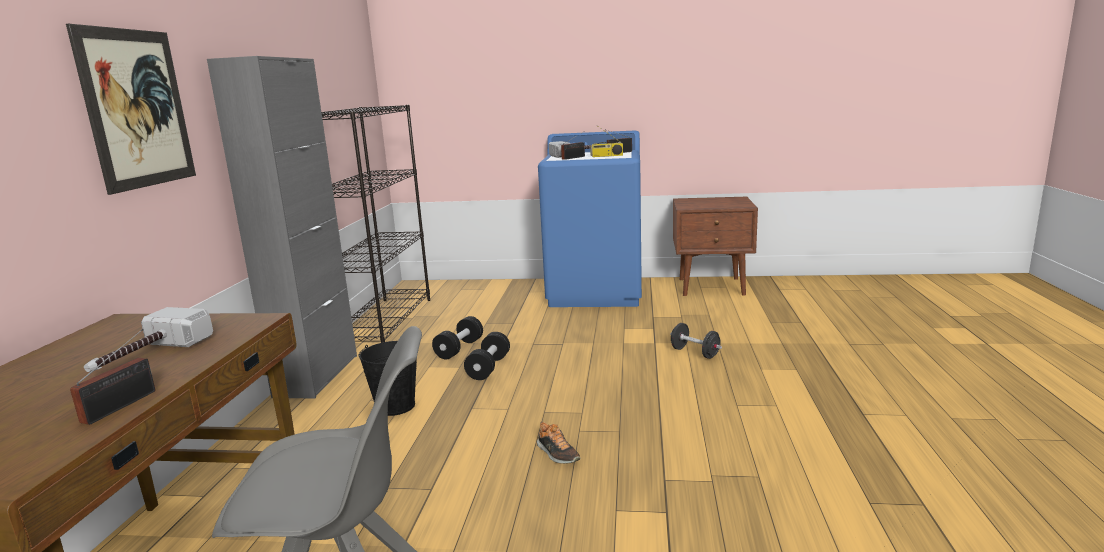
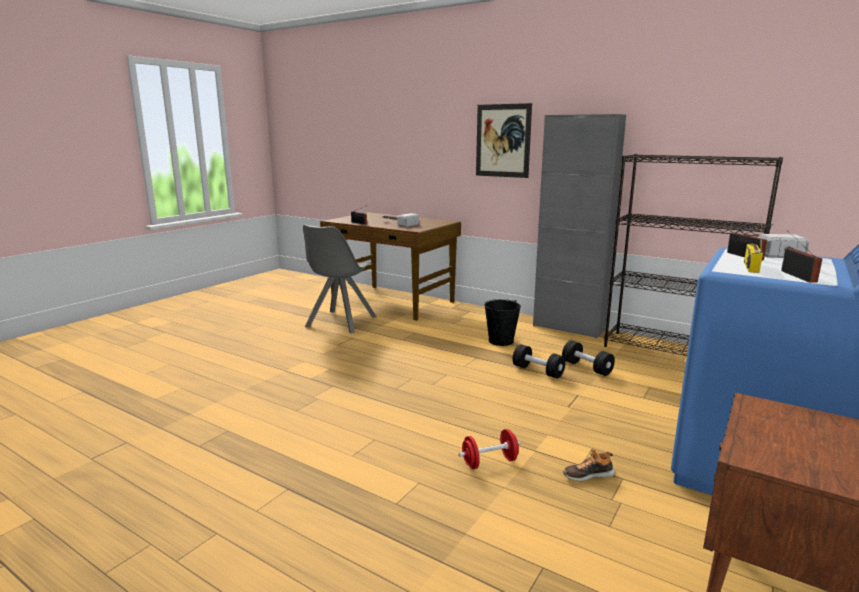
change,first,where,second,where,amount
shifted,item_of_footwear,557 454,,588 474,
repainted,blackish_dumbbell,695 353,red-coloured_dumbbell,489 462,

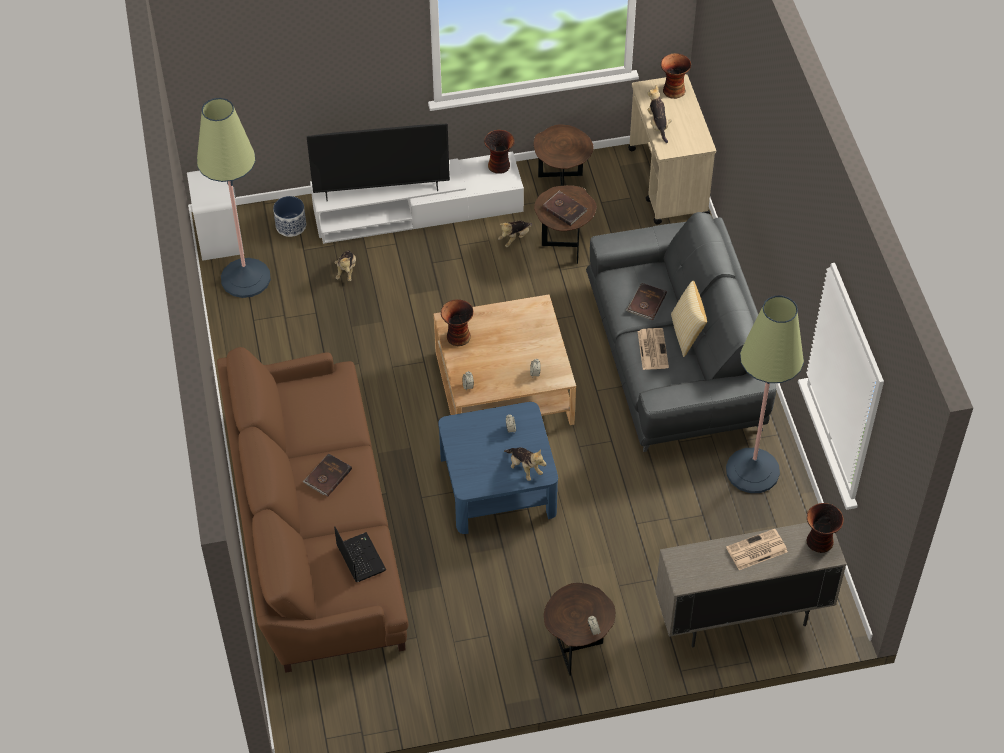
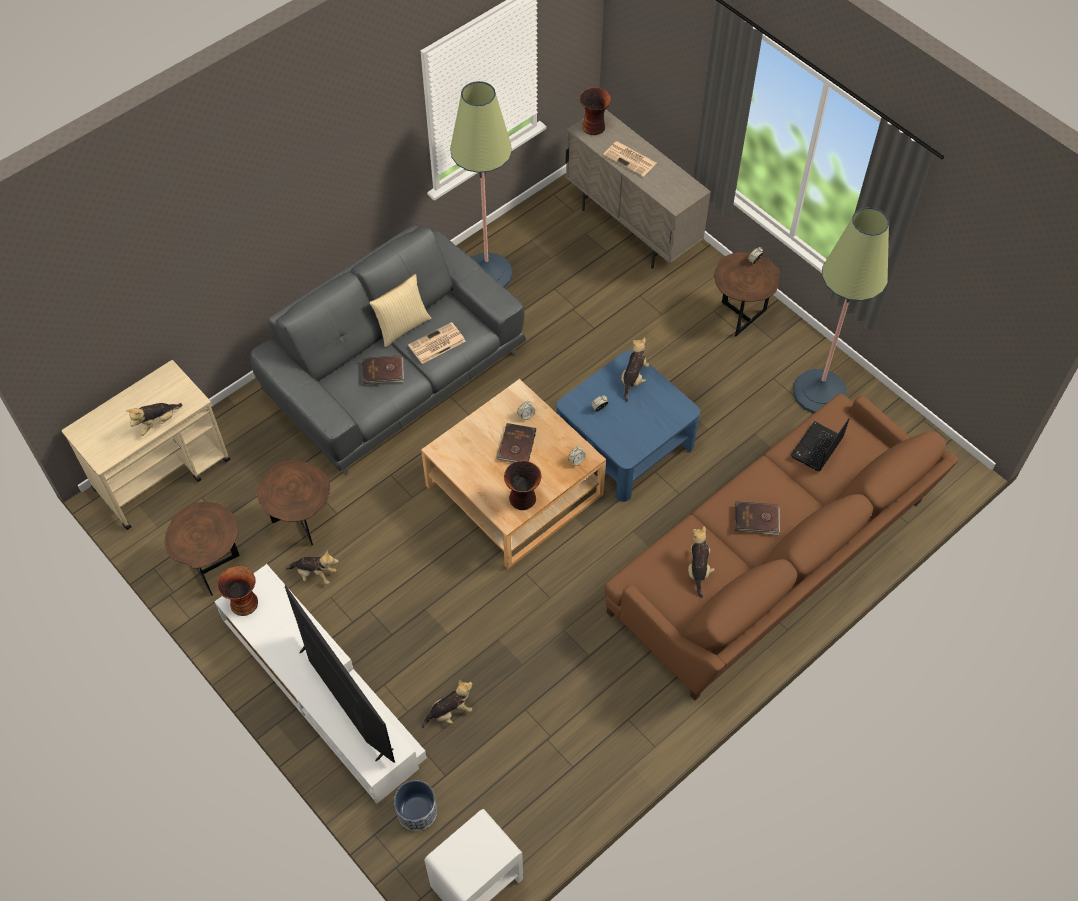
change,first,where,second,where,amount
gone,decorative_vase,673 90,,,
new,,,soft_toy,698 569,
shifted,standard_lamp,245 278,,819 392,
shifted,brown-coloured_bound_book,564 209,,516 445,

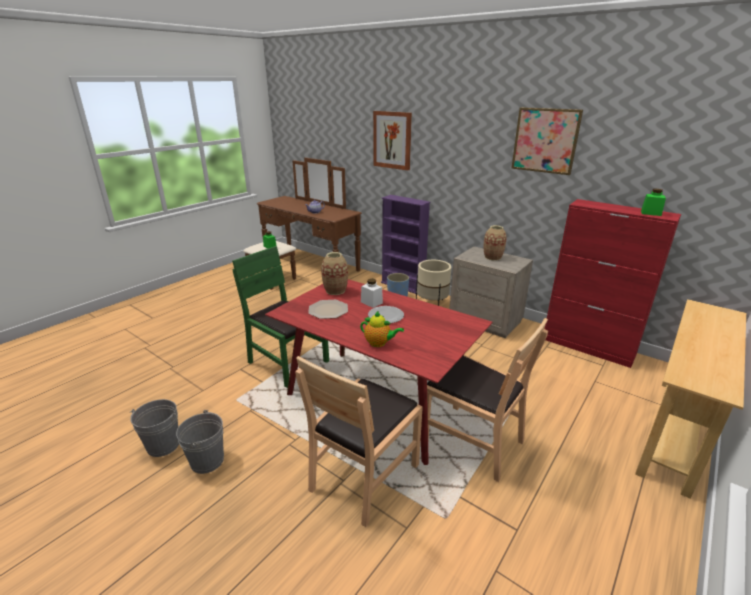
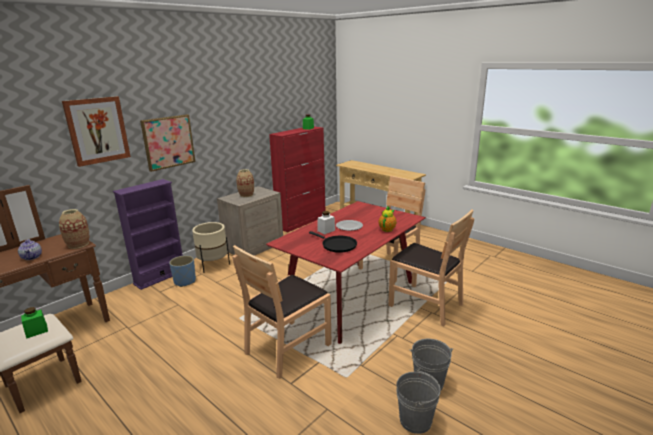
change,first,where,second,where,amount
shifted,decorative_vase,335 290,,78 244,
shifted,wall_picture,545 140,,168 142,
swapped,dinner_plate,328 310,blackish_frying_pan,337 245,
repainted,green-coloured_plain_chair,287 363,brown-coloured_plain_chair,287 348,

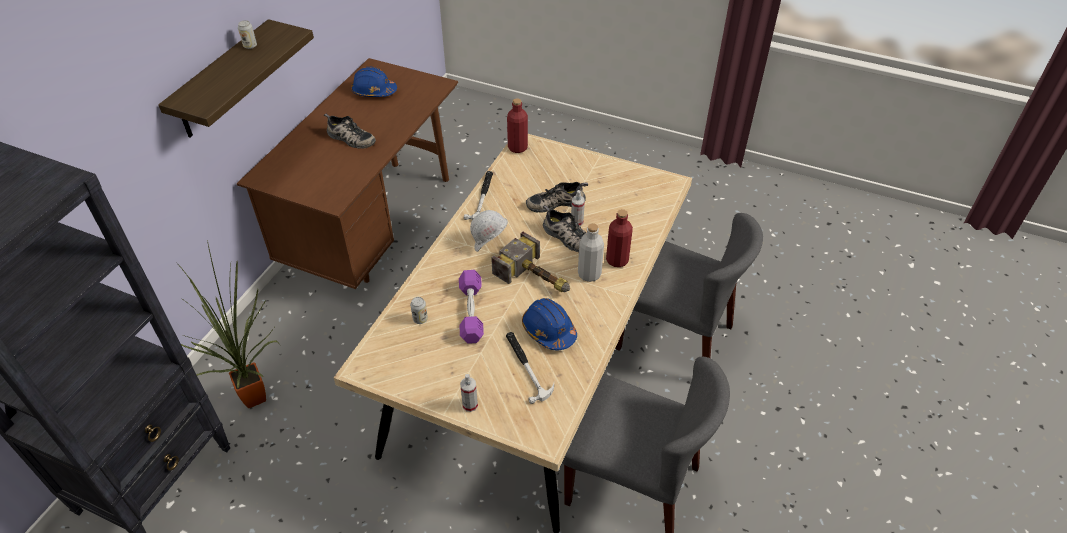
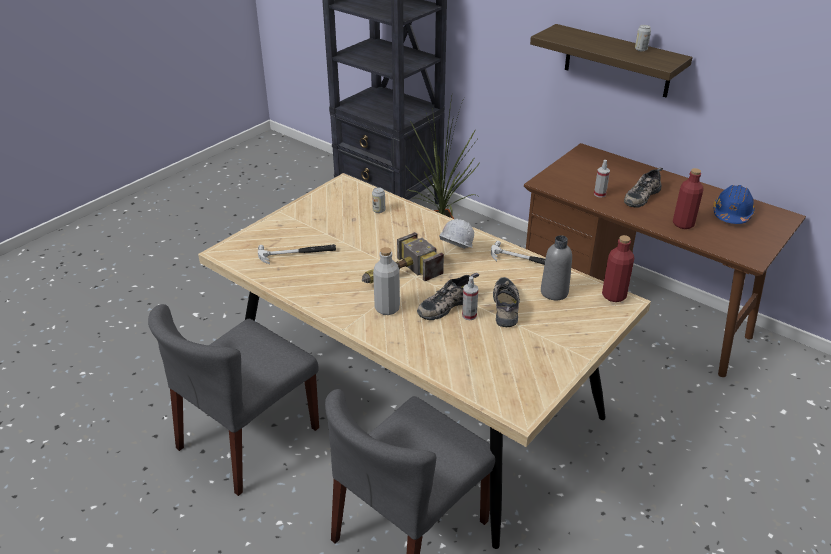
change,first,where,second,where,amount
gone,purple_dumbbell,471 312,,,
gone,blue_work_helmet,548 330,,,
new,,,grey_bottle,554 292,
shifted,hand_sprayer,470 405,,599 194,
shifted,red-coloured_bottle,617 260,,683 224,

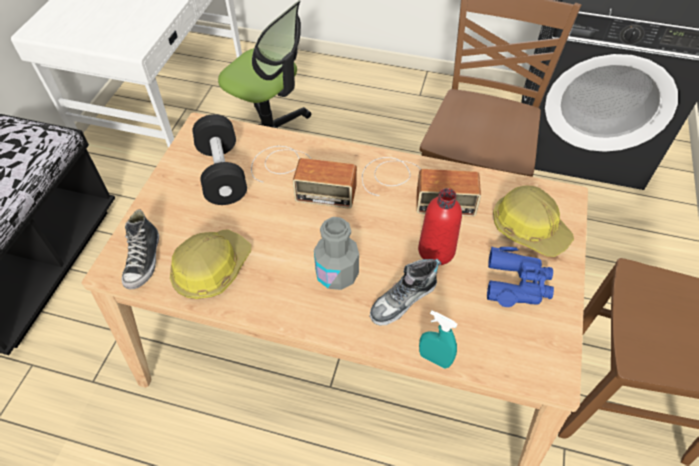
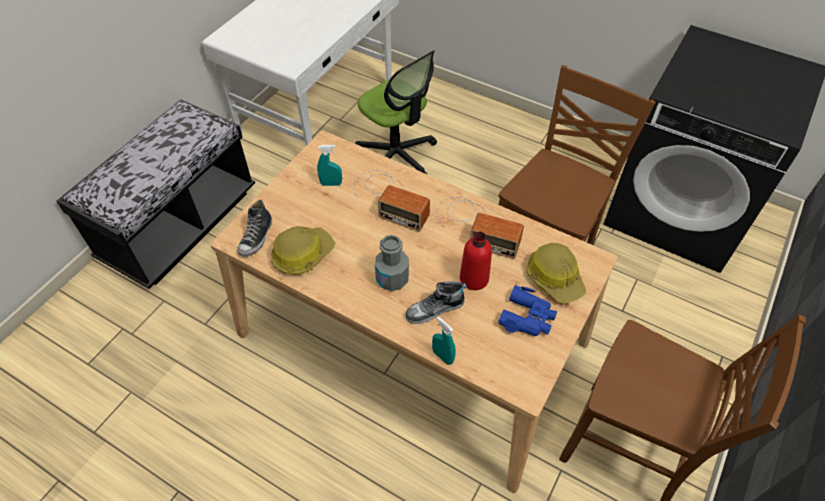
change,first,where,second,where,amount
swapped,blackish_dumbbell,222 173,blue-green_hand_sprayer,331 184,

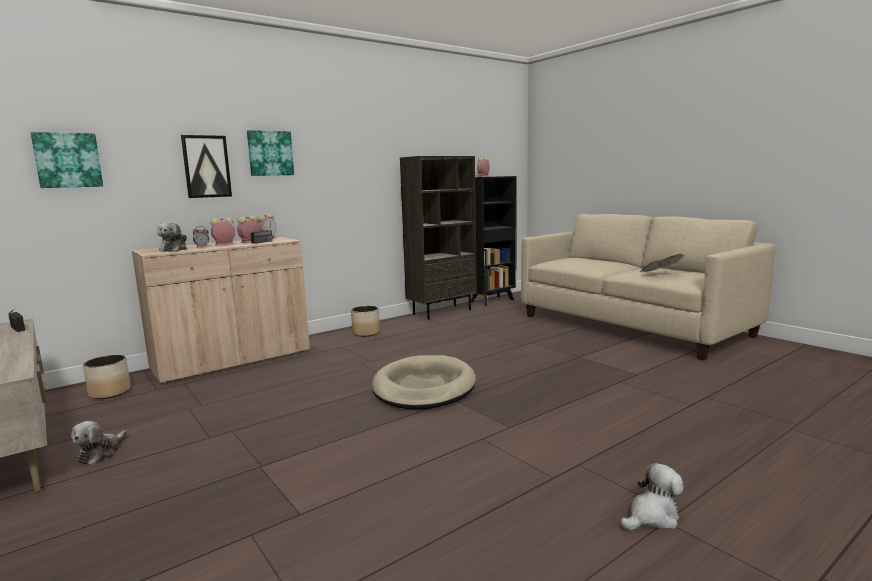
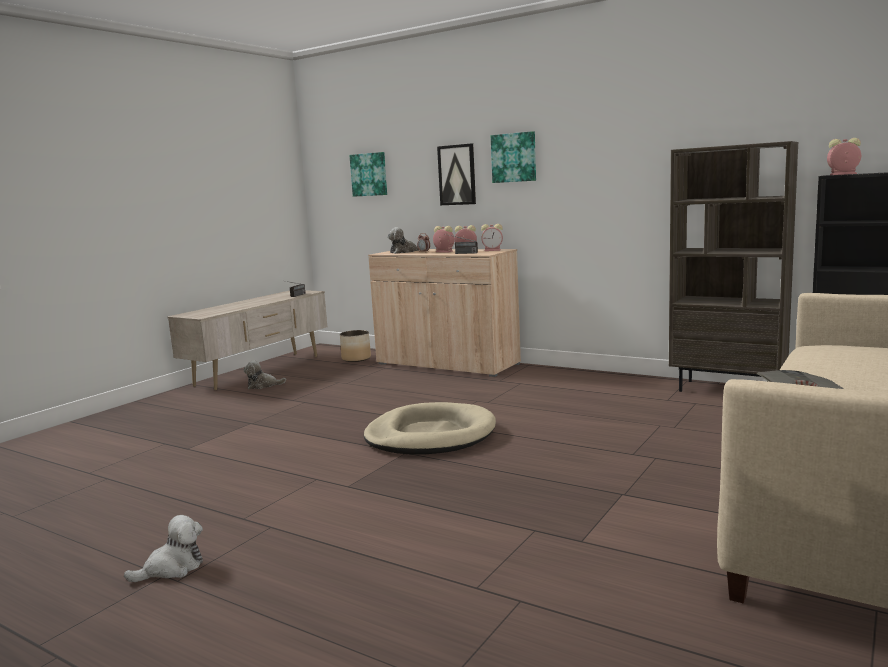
change,first,where,second,where,amount
gone,plant_pot,366 333,,,
rotated,soft_toy,652 516,,172 568,75 degrees counterclockwise

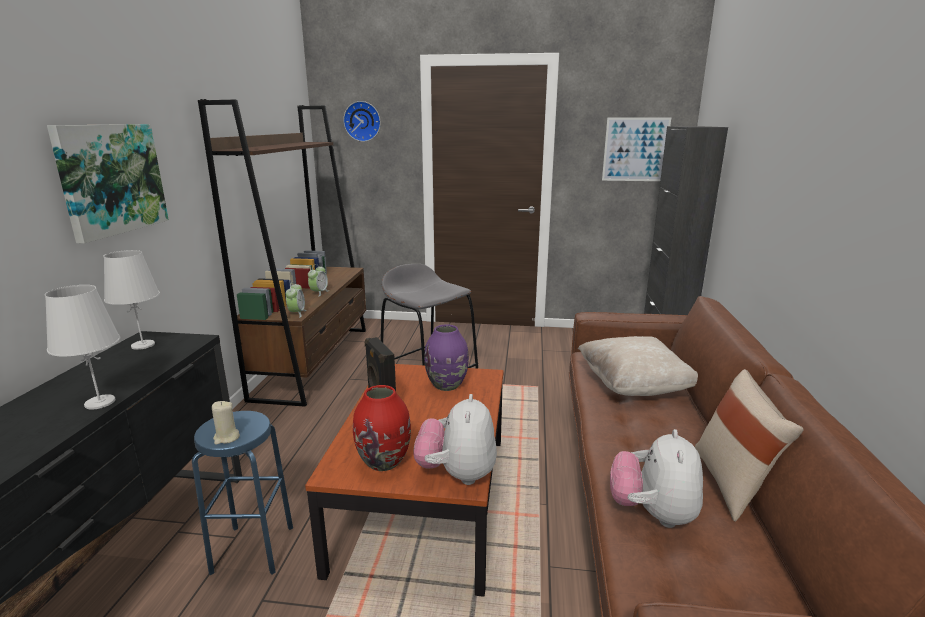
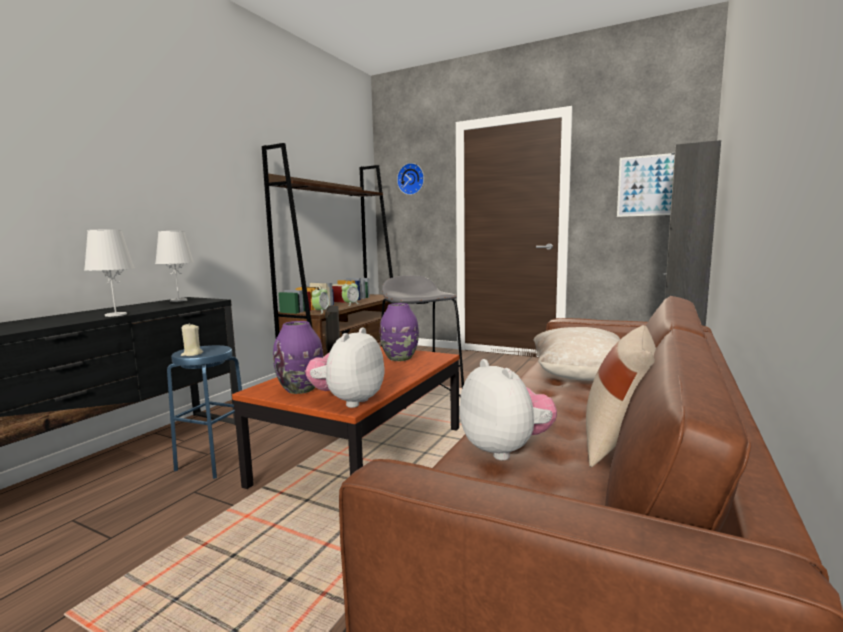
change,first,where,second,where,amount
gone,wall_picture,111 179,,,
repainted,red-coloured_decorative_vase,384 461,purple_decorative_vase,301 389,
rotated,soft_toy,652 514,,505 450,120 degrees clockwise

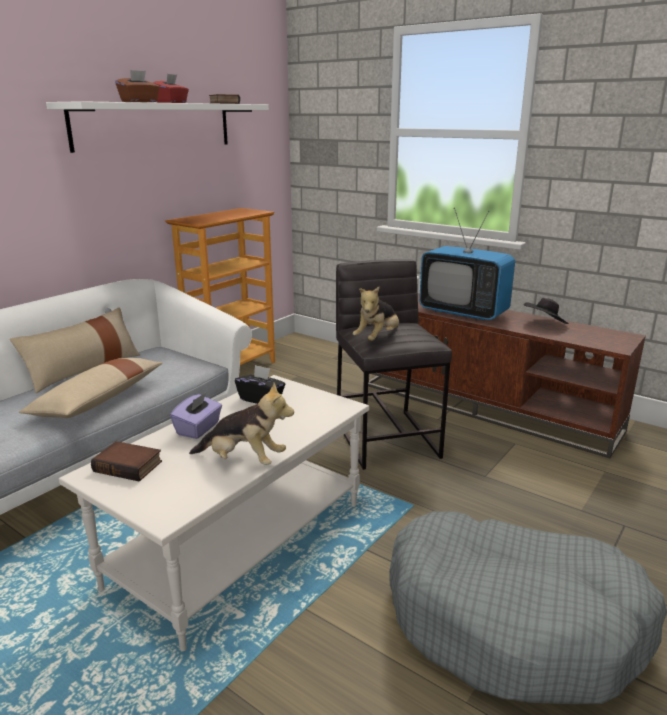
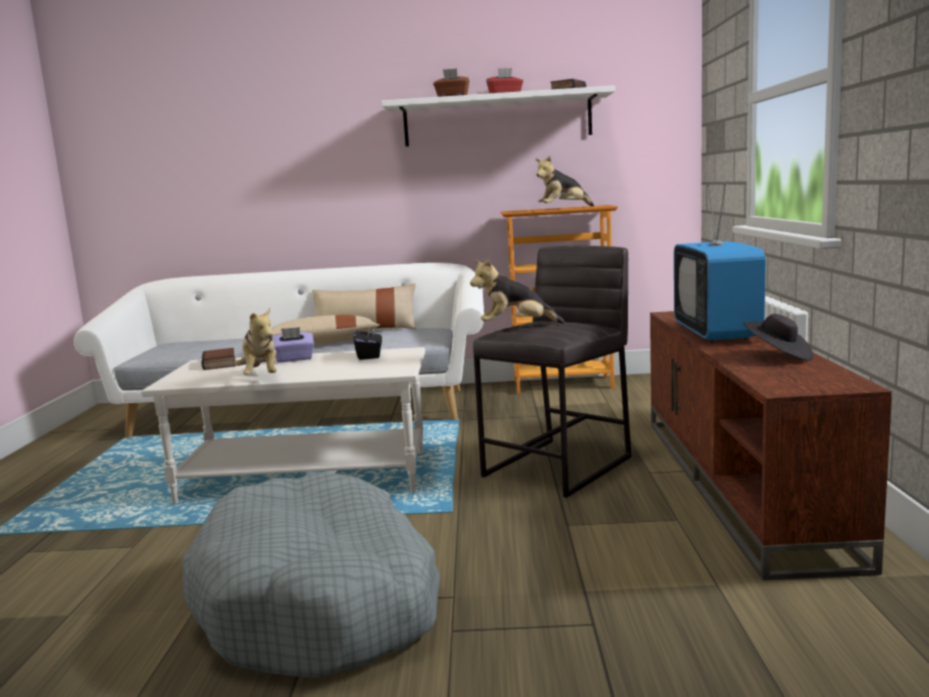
change,first,where,second,where,amount
new,,,soft_toy,563 208,

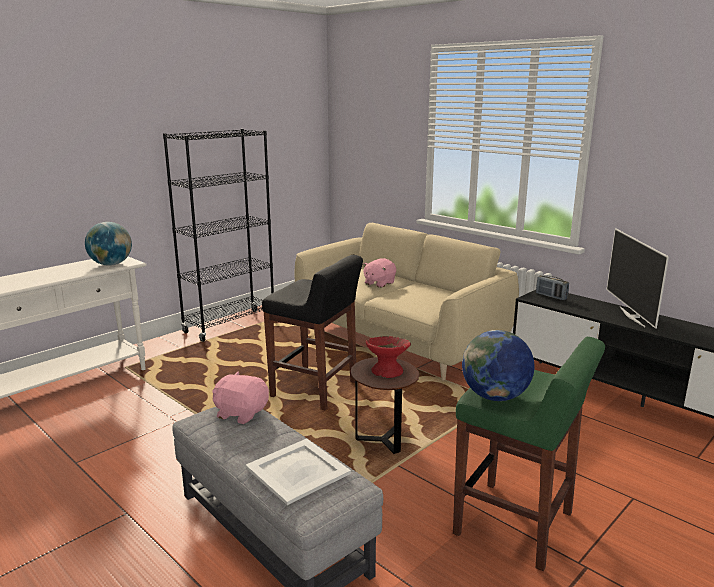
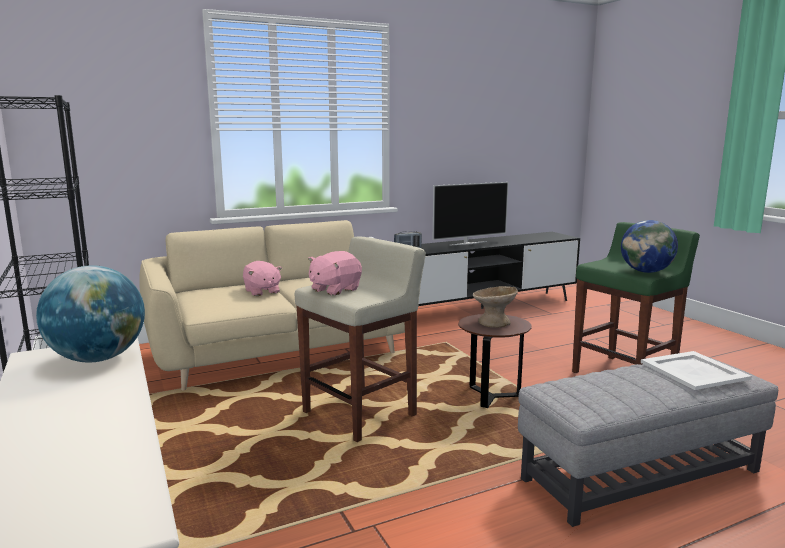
change,first,where,second,where,amount
shifted,pink_soft_toy,241 413,,334 290,
repainted,blackish_sitting_stool,315 390,beige_sitting_stool,361 413,
repainted,red-coloured_bowl,387 371,beige_bowl,494 322,
rotated,TV,632 316,,468 243,45 degrees counterclockwise

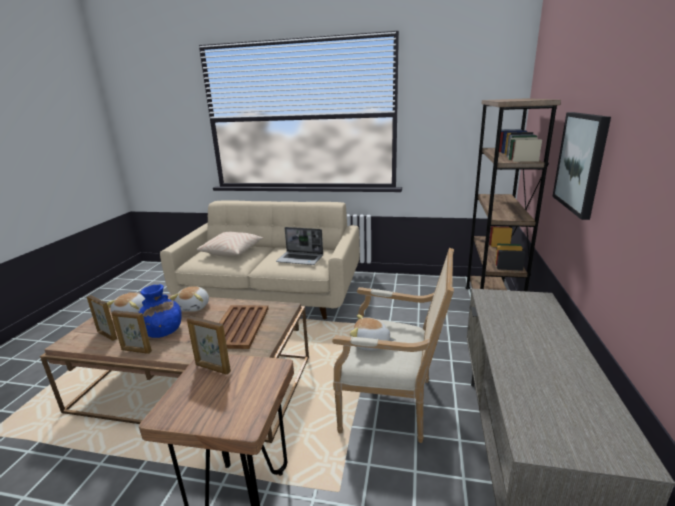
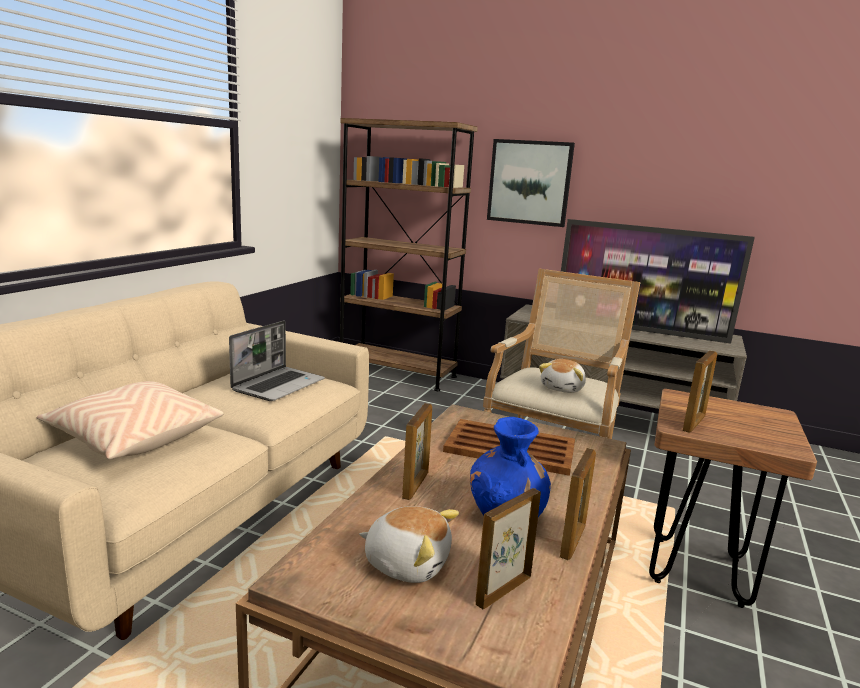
change,first,where,second,where,amount
new,,,TV,639 330,
swapped,soft_toy,194 307,picture_frame,416 485,

